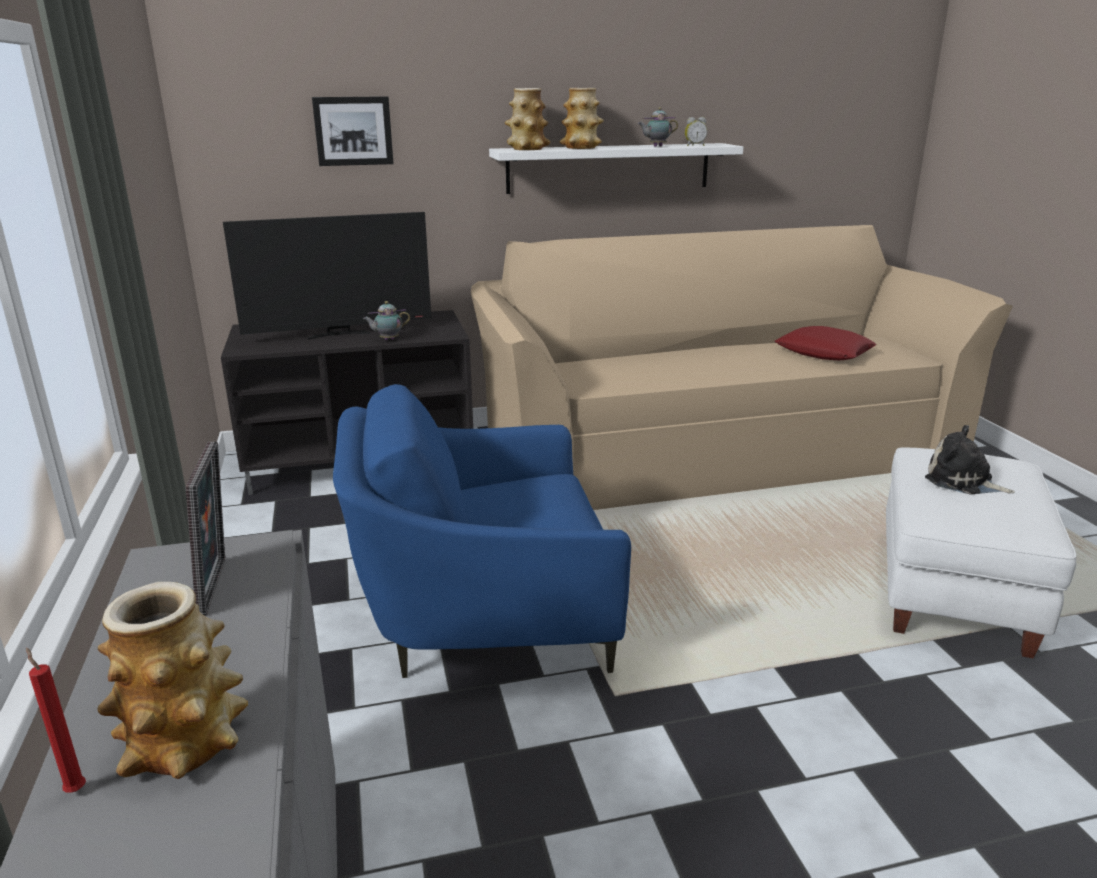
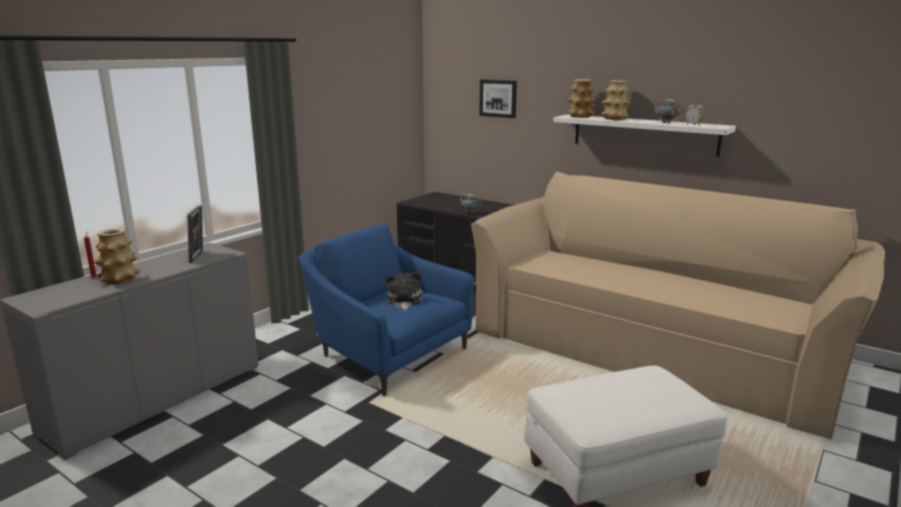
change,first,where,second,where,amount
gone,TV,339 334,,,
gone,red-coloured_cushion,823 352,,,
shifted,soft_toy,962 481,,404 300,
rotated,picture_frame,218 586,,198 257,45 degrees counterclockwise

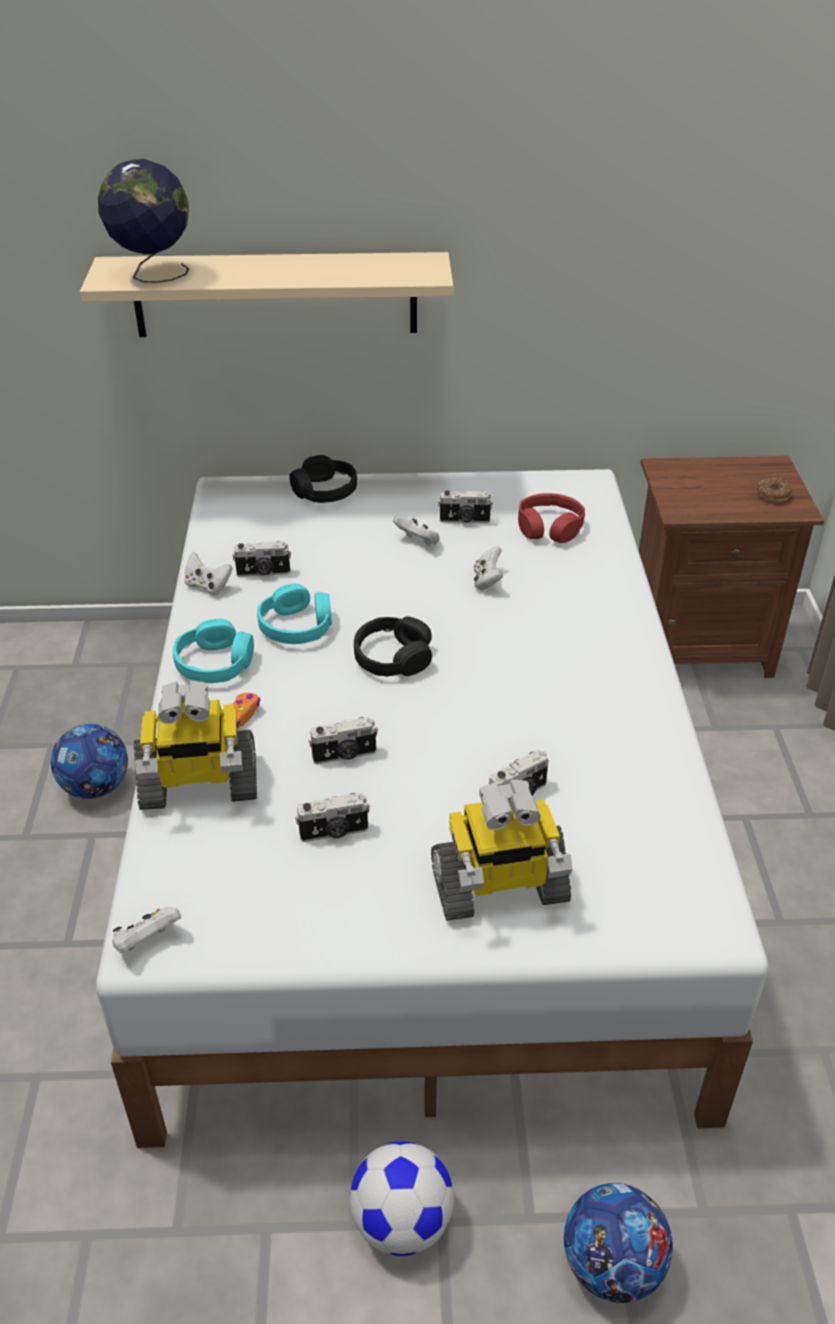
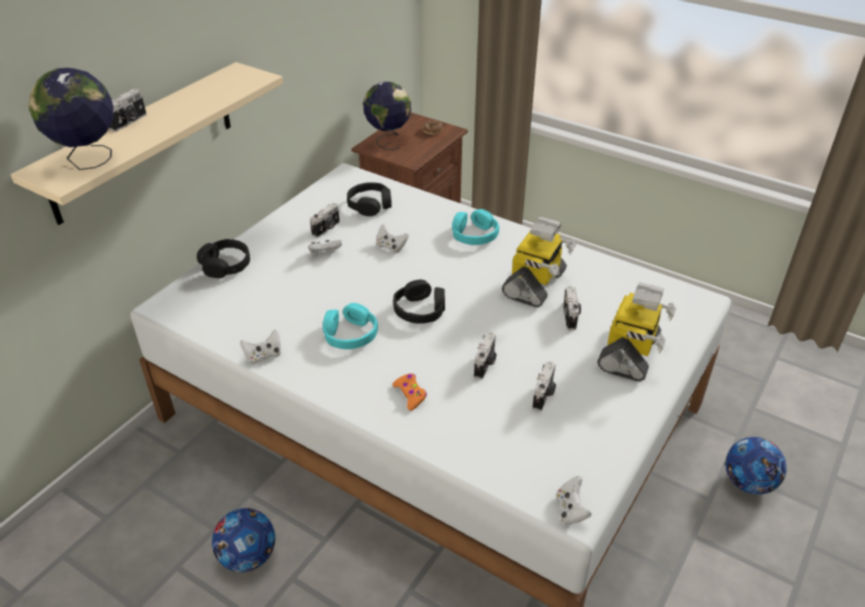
change,first,where,second,where,amount
gone,football,402 1221,,,
new,,,world_globe,388 140,
shifted,toy_robot,198 785,,535 285,
shifted,blue-green_pair_of_headphones,215 663,,474 235,
shifted,still_camera,263 573,,129 122,
repainted,red-coloured_pair_of_headphones,549 527,blackish_pair_of_headphones,370 205,

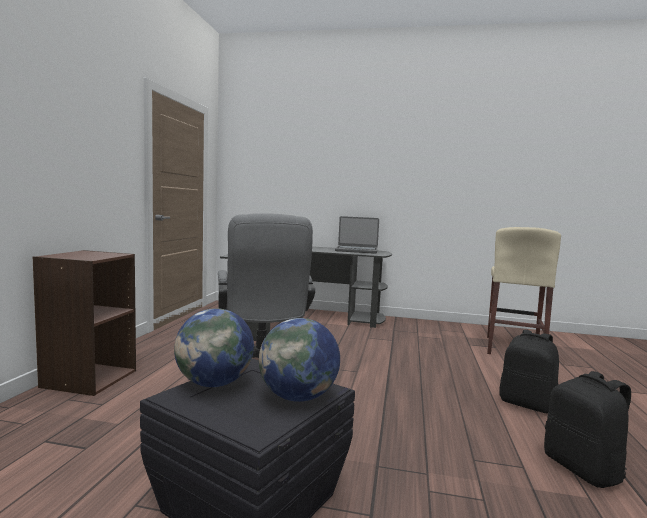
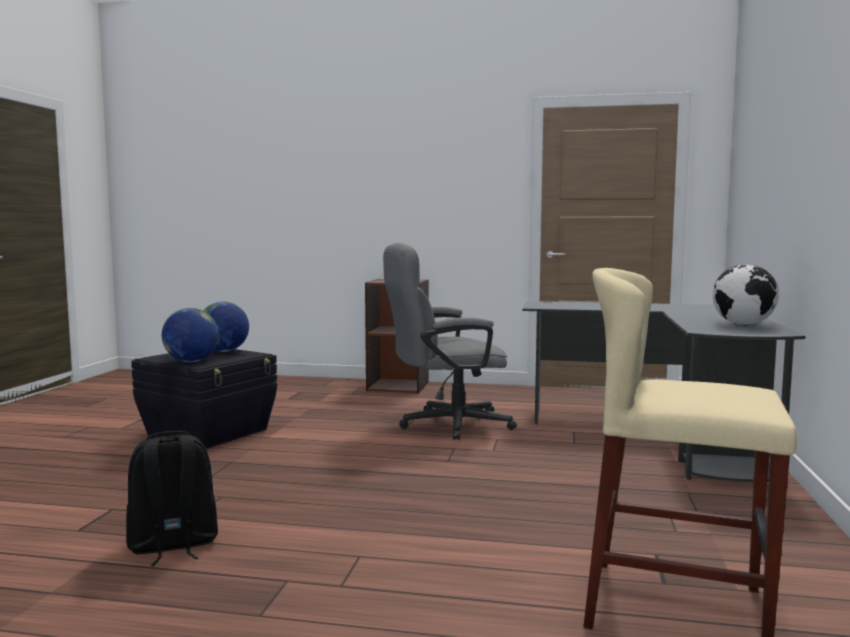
change,first,where,second,where,amount
gone,blackish_backpack,527 404,,,
swapped,laptop,356 250,world_globe,743 325,

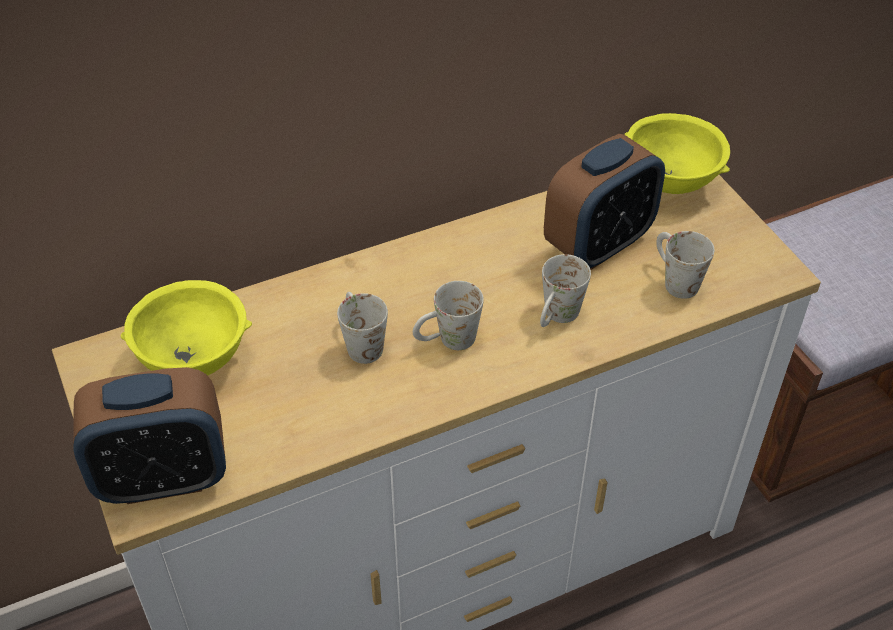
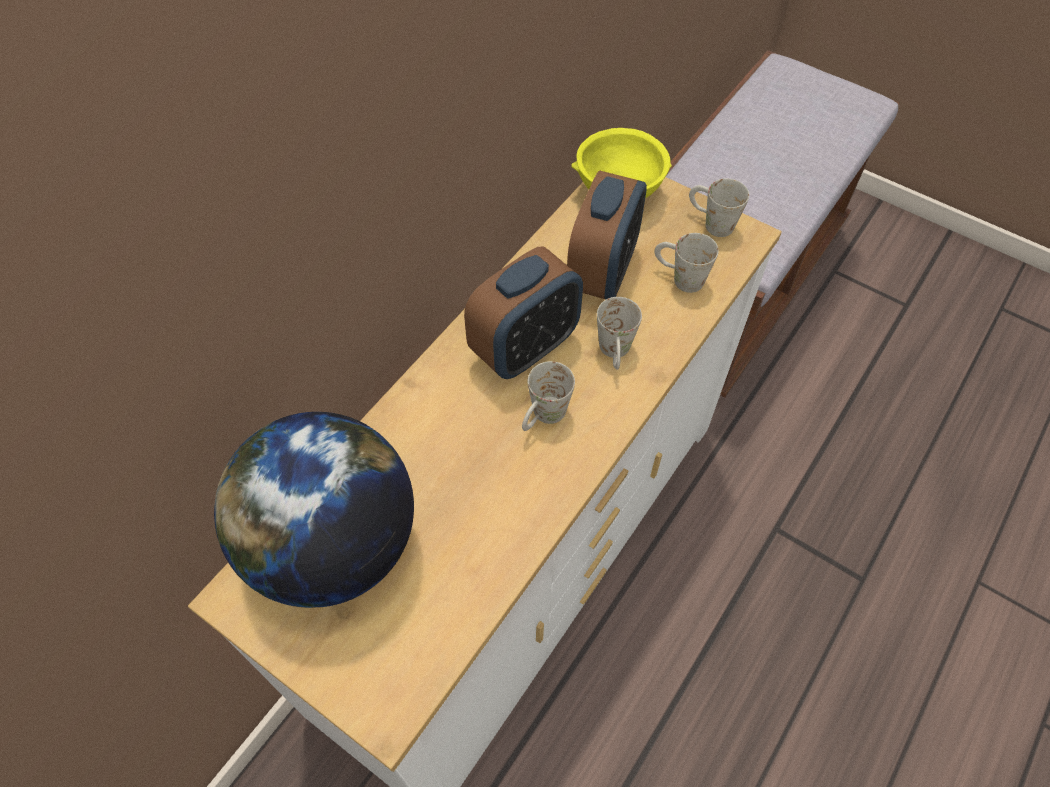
change,first,where,second,where,amount
shifted,table_clock,163 478,,525 348,
shifted,whitish_tea_mug,360 342,,710 222,
swapped,yellow_bowl,193 359,world_globe,334 545,

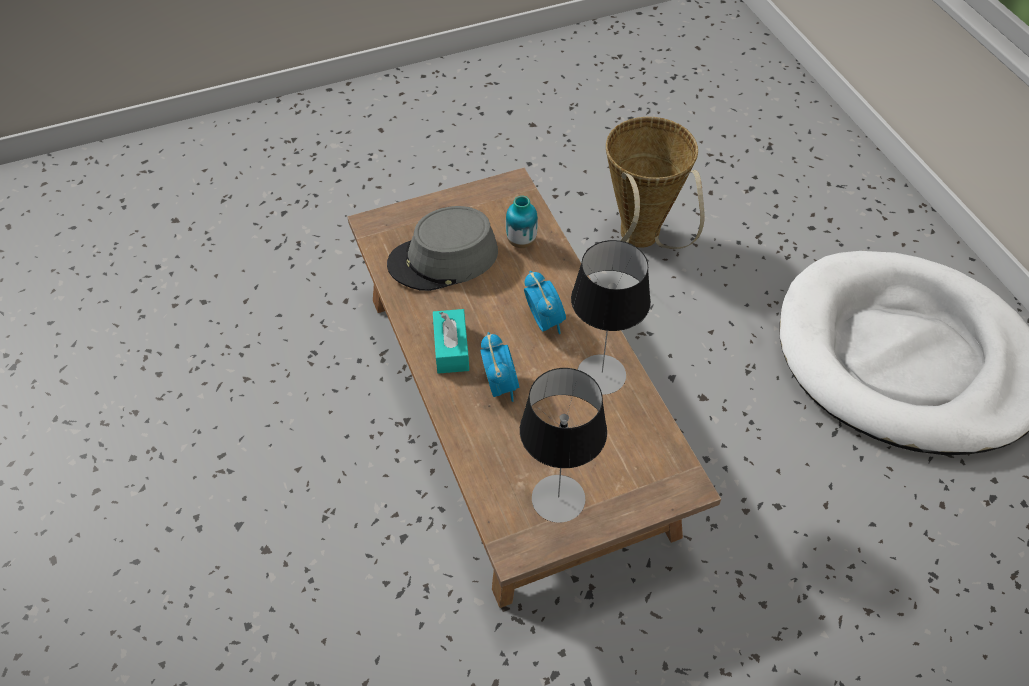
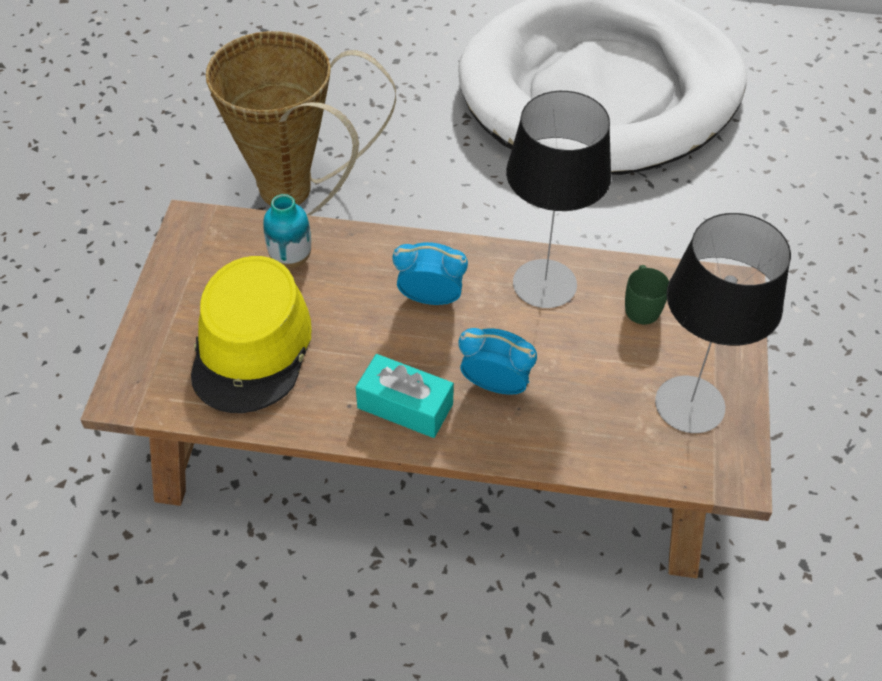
change,first,where,second,where,amount
new,,,green-coloured_tea_mug,641 305,
repainted,grey_clothing_hat,443 259,yellow_clothing_hat,253 347,

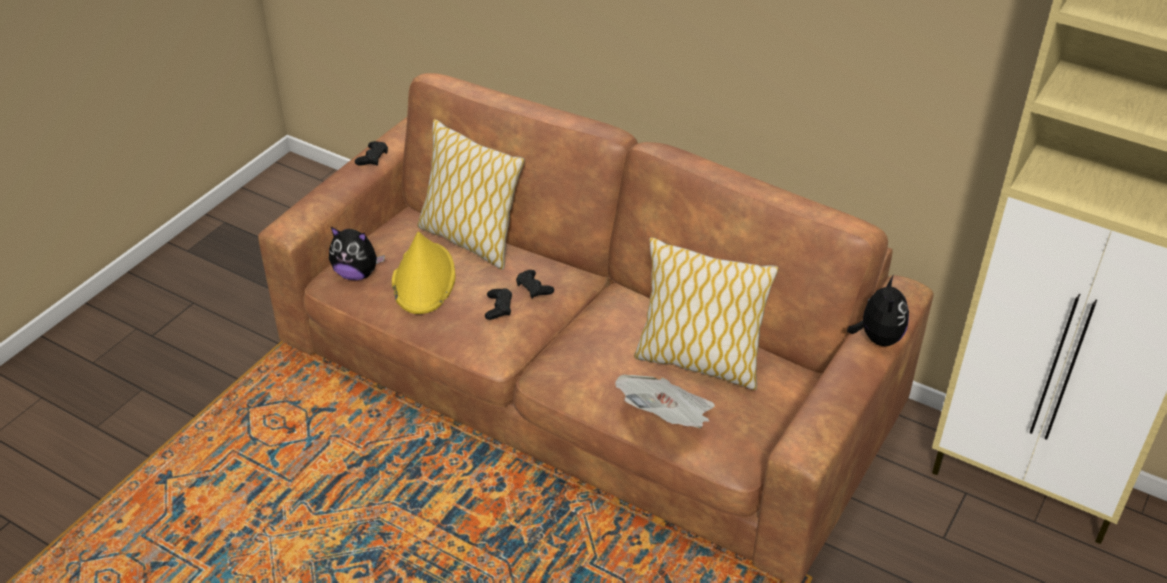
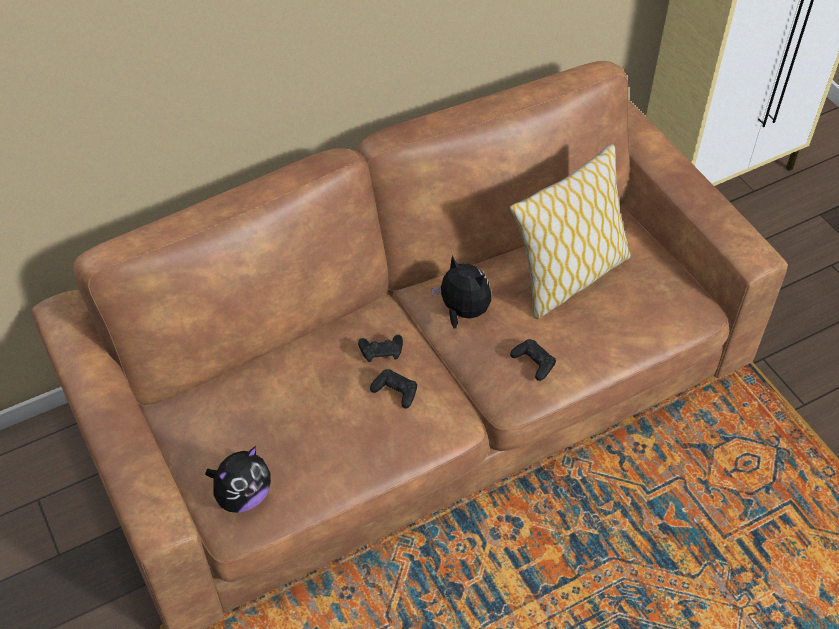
change,first,where,second,where,amount
gone,yellow_clothing_hat,423 279,,,
gone,cushion,470 239,,,
gone,newspaper,667 418,,,
shifted,blackish_gamepad,372 158,,533 362,
shifted,soft_toy,877 338,,462 312,

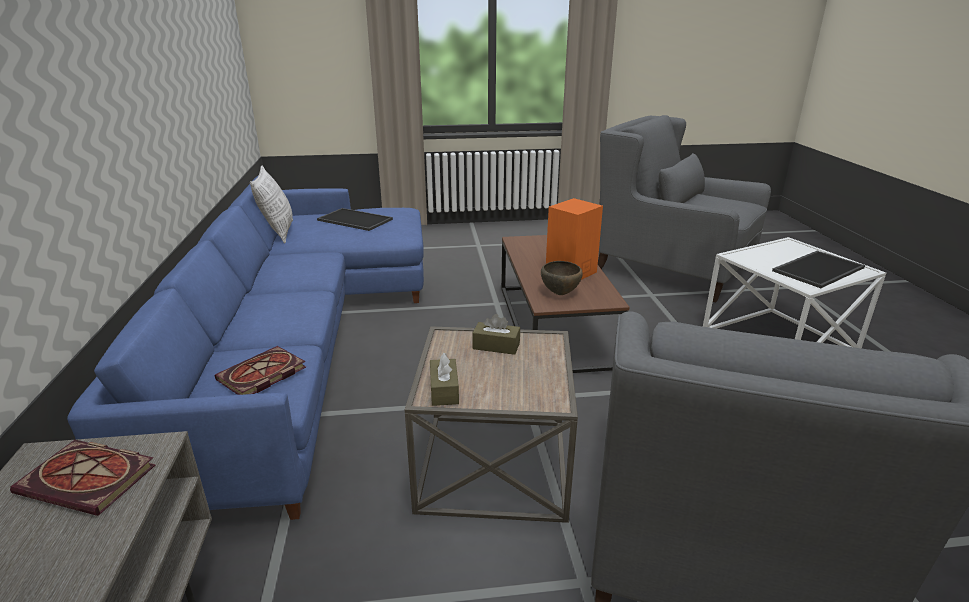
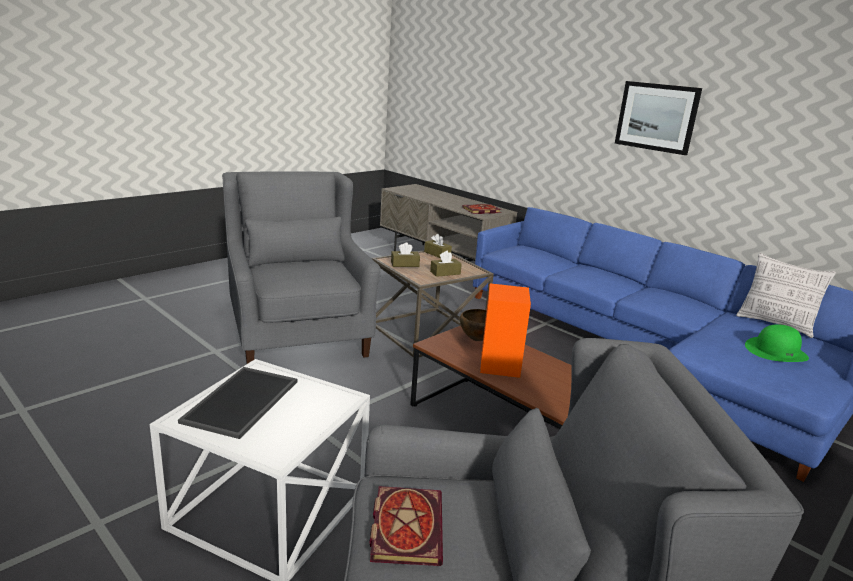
change,first,where,second,where,amount
new,,,brown-coloured_box_of_tissues,405 264,
new,,,wall_picture,656 117,
shifted,bound_book,261 375,,405 526,
swapped,serving_tray,353 220,green-coloured_clothing_hat,776 351,

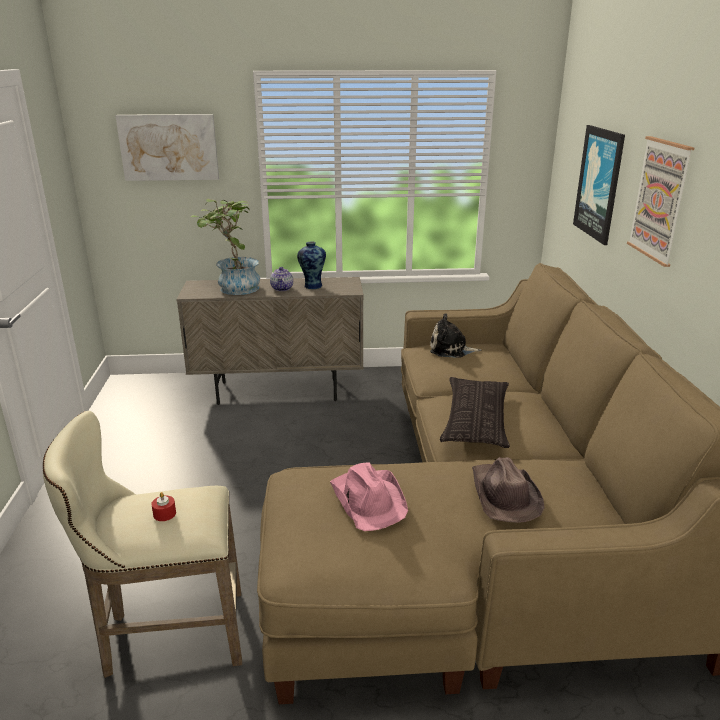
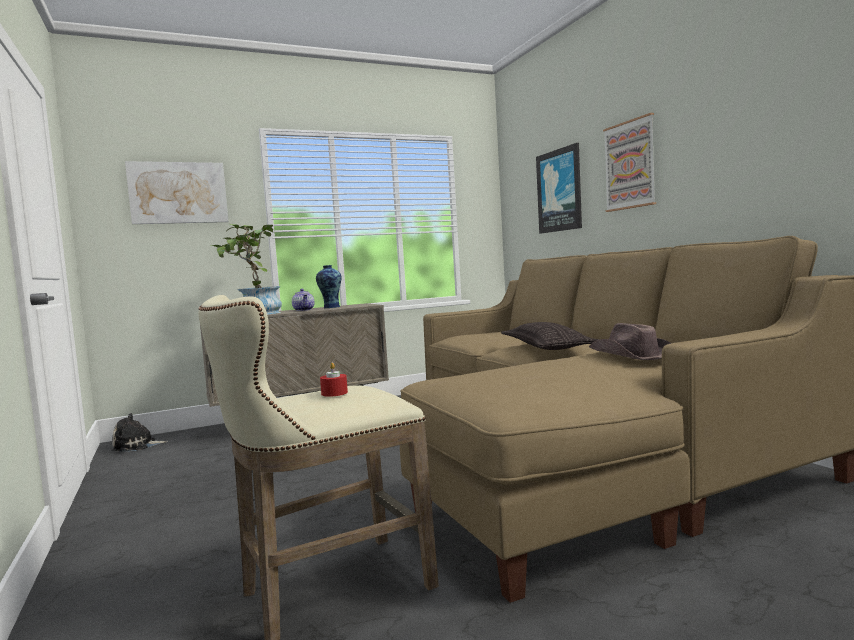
change,first,where,second,where,amount
gone,pink_clothing_hat,368 500,,,
shifted,soft_toy,451 350,,137 446,

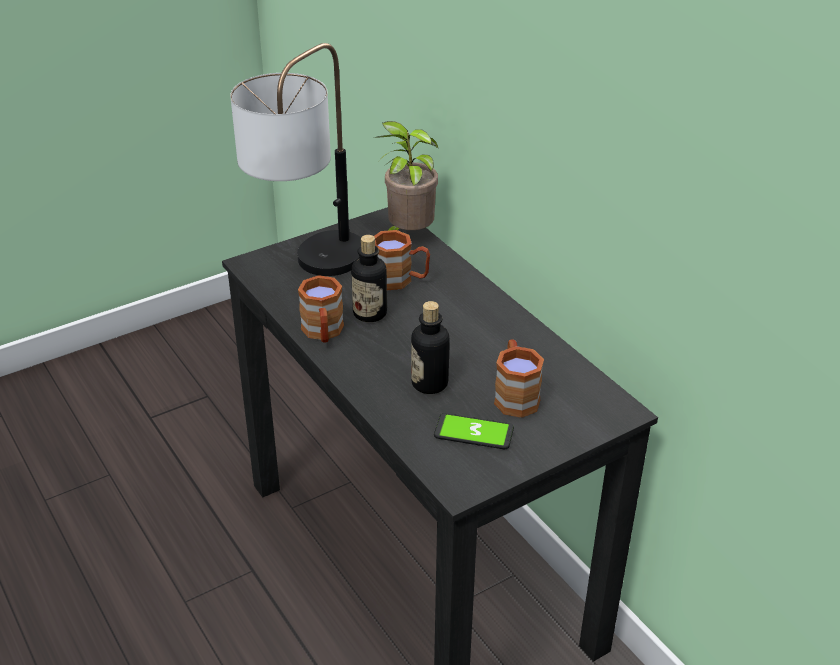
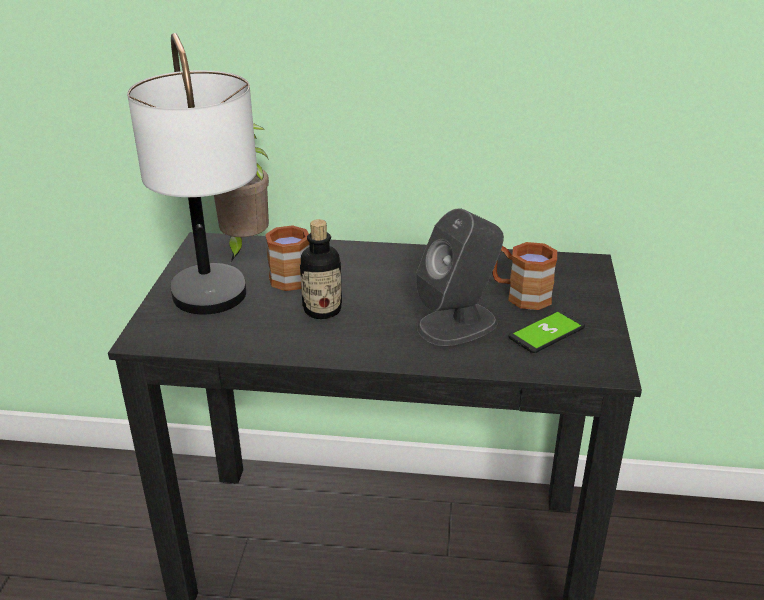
change,first,where,second,where,amount
gone,brown-coloured_tea_mug,323 333,,,
swapped,bottle,429 383,grey_audio_speaker,458 324,

